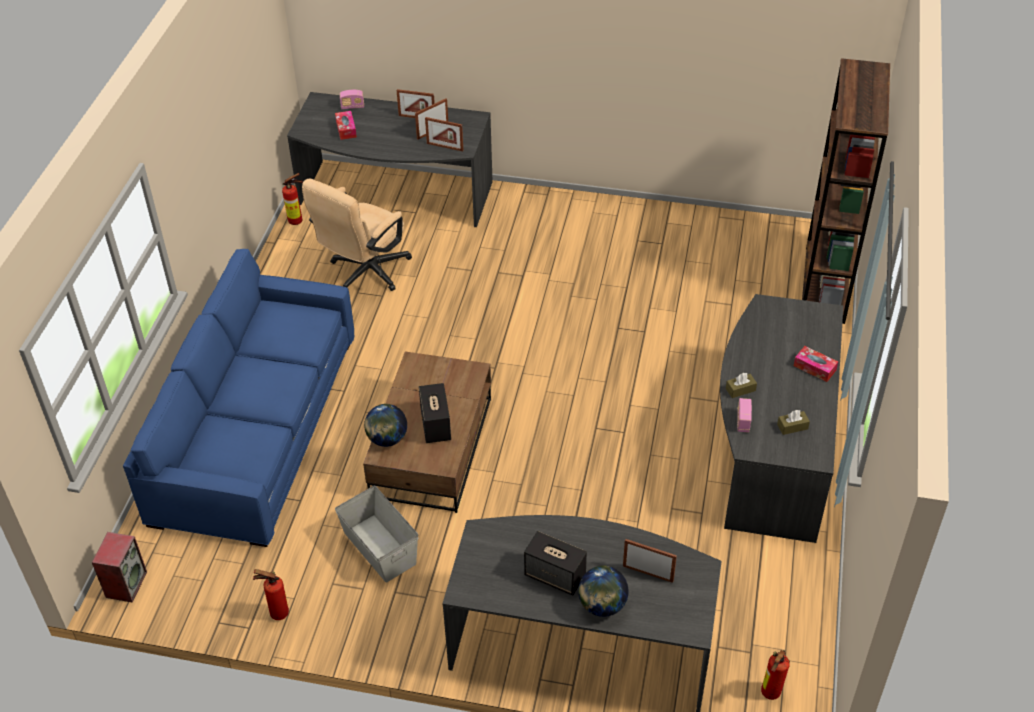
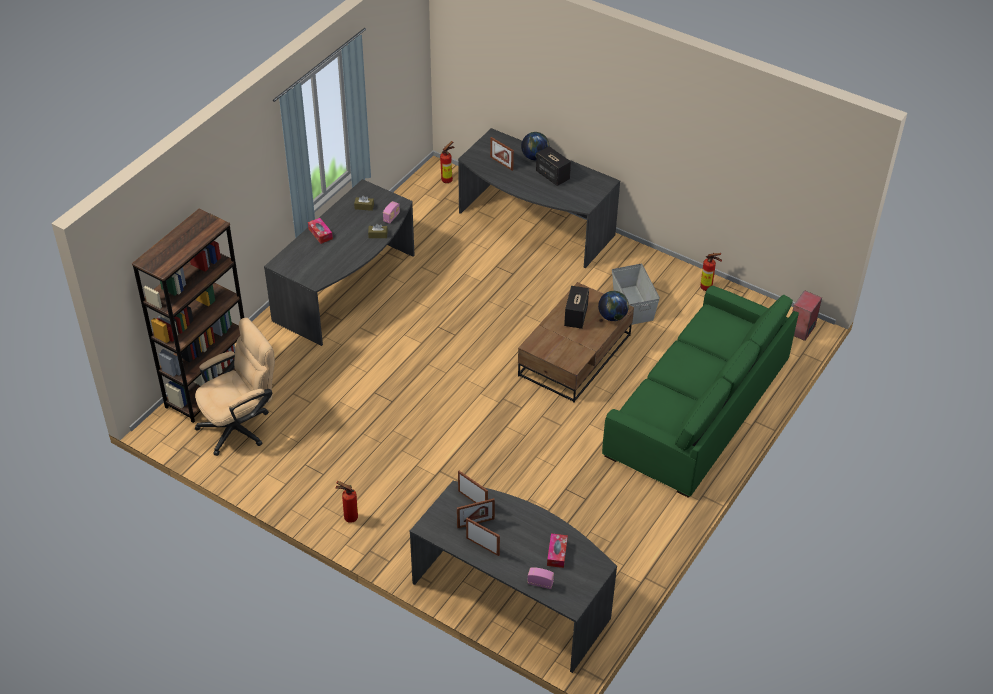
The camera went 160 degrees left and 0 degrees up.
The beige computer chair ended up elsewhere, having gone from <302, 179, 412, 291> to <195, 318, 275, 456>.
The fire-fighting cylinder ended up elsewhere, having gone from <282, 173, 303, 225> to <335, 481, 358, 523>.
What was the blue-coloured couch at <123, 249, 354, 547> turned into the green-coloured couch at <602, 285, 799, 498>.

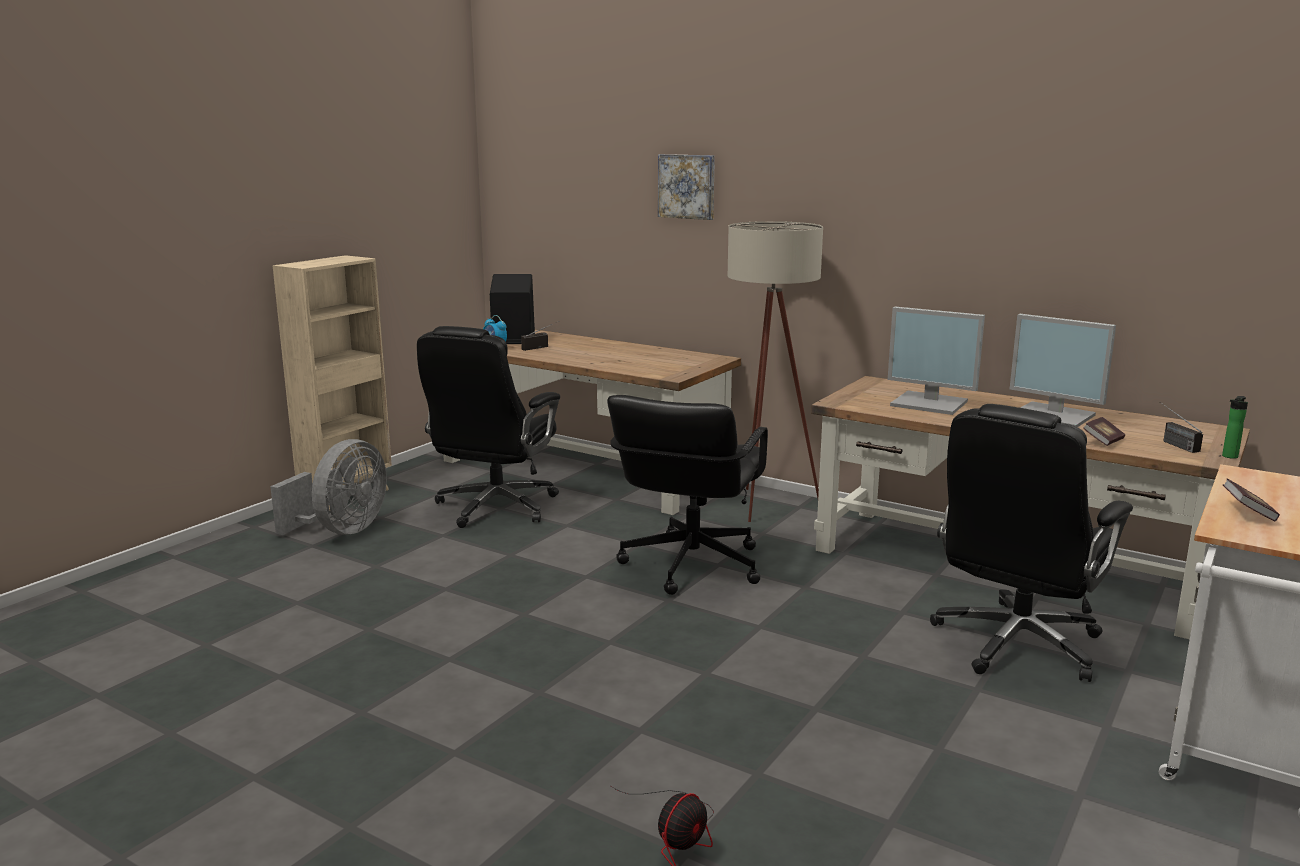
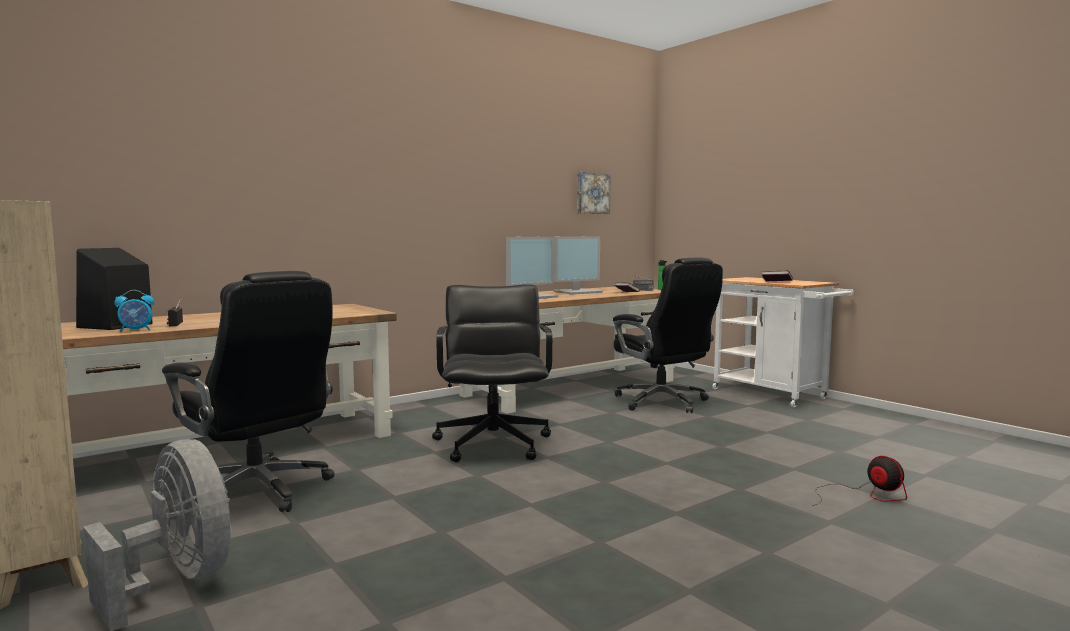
The camera went 70 degrees left and 10 degrees down.
The blackish computer chair at <607, 395, 768, 595> ended up facing another way, 135 degrees counterclockwise from before.
The picture ended up elsewhere, having gone from <658, 154, 715, 220> to <577, 172, 611, 214>.
The second view lost the beige standing lamp at <727, 221, 823, 522>.

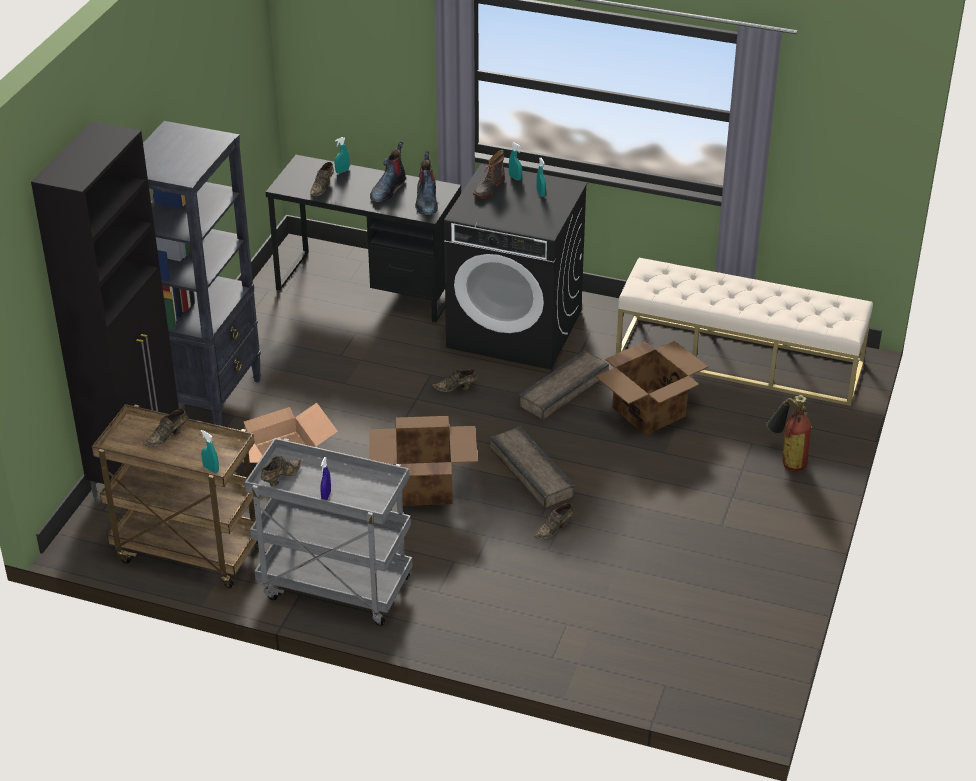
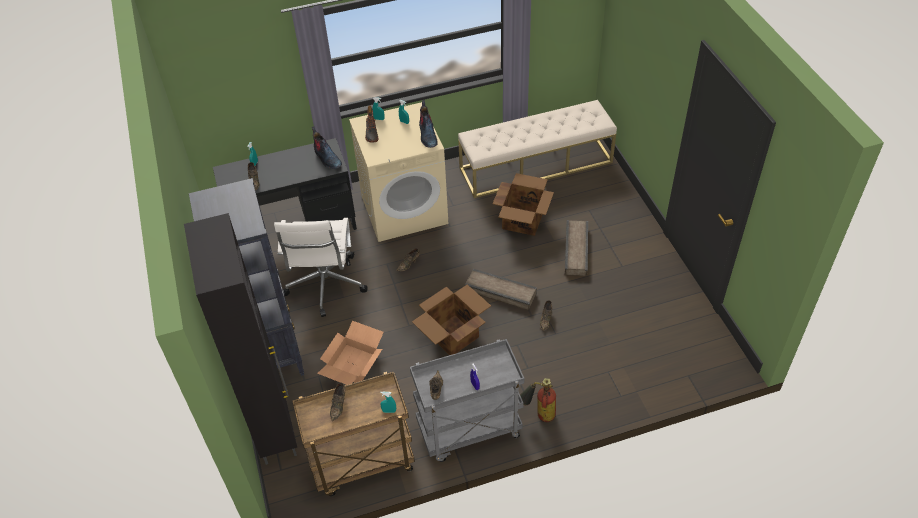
The camera went 35 degrees left and 10 degrees up.
The second view gained the white computer chair at <274, 218, 367, 317>.
What was the blackish laundry appliance at <444, 163, 587, 369> turned into the beige laundry appliance at <349, 102, 449, 242>.
The boot ended up elsewhere, having gone from <370, 141, 406, 202> to <419, 100, 438, 148>.
The fire-fighting cylinder ended up elsewhere, having gone from <766, 395, 811, 472> to <520, 378, 556, 422>.
The packing crate ended up elsewhere, having gone from <519, 350, 609, 421> to <565, 220, 588, 276>.

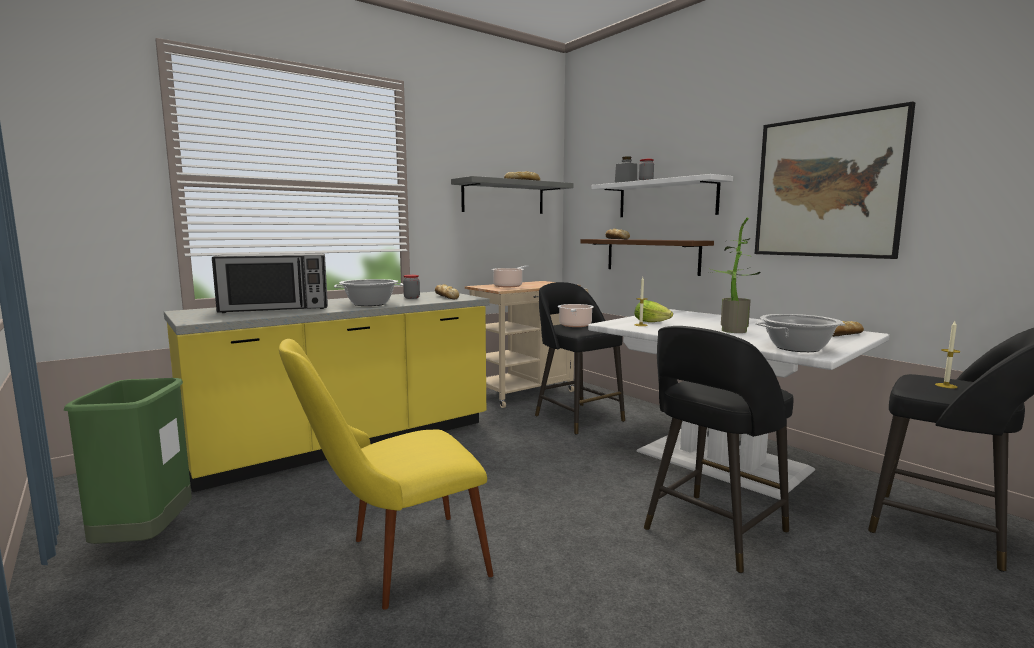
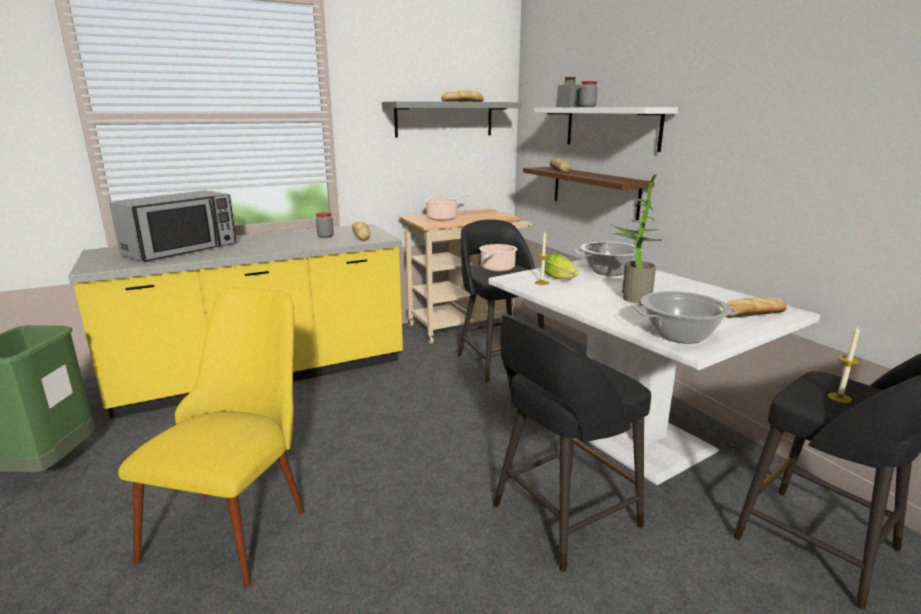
The camera went 10 degrees right and 10 degrees up.
The microwave at <212, 253, 328, 313> ended up facing another way, 45 degrees counterclockwise from before.
The yellowish chair at <279, 339, 493, 610> ended up facing another way, 120 degrees clockwise from before.
The saucepot ended up elsewhere, having gone from <334, 279, 403, 306> to <574, 242, 648, 276>.
The second view lost the picture at <755, 101, 915, 259>.

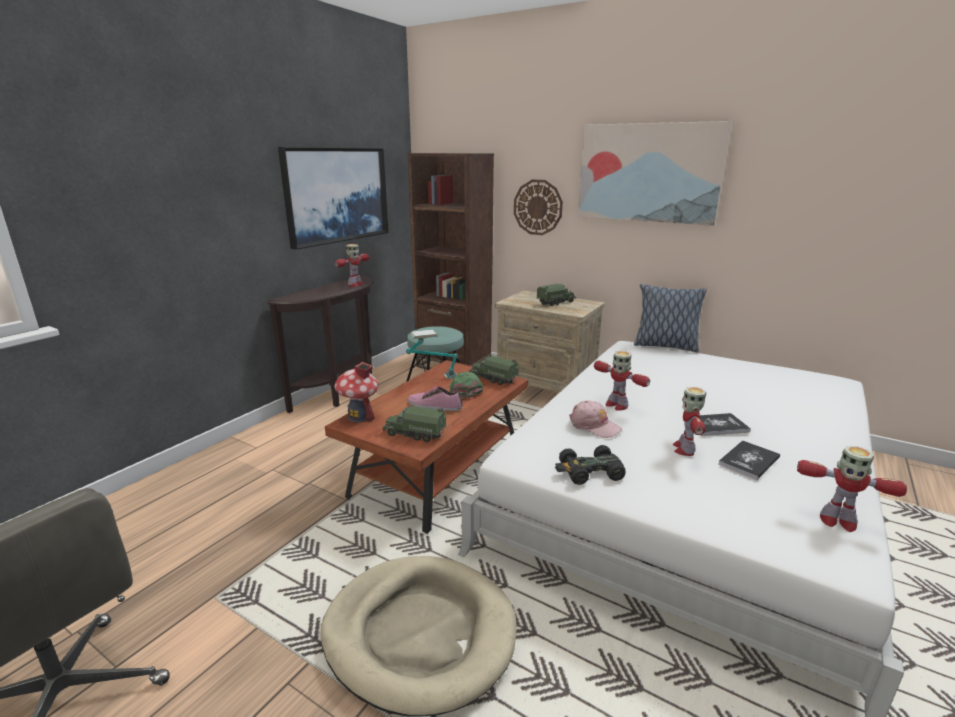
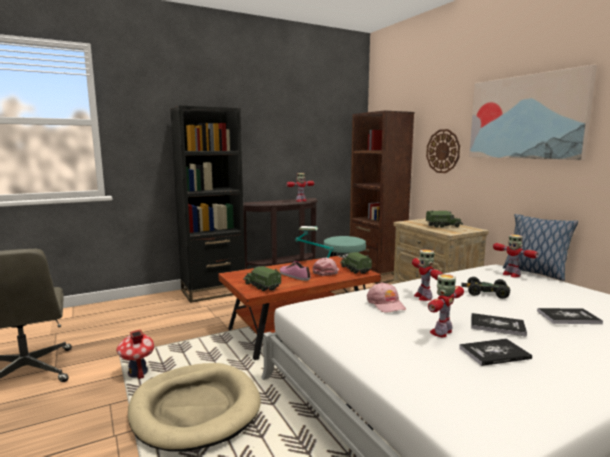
The camera went 30 degrees right and 10 degrees down.
The toy house ended up elsewhere, having gone from <334, 362, 379, 422> to <116, 329, 154, 379>.
The second view gained the blackish shelving unit at <170, 105, 245, 303>.
What was the green-coloured cap at <450, 372, 484, 398> turned into the pink cap at <312, 258, 339, 276>.
The blackish model car ended up elsewhere, having gone from <555, 445, 626, 485> to <461, 277, 510, 299>.
The model robot ended up elsewhere, having gone from <797, 446, 907, 532> to <493, 234, 538, 277>.
The second view gained the volume at <537, 308, 603, 324>.
The second view lost the picture at <278, 147, 388, 250>.

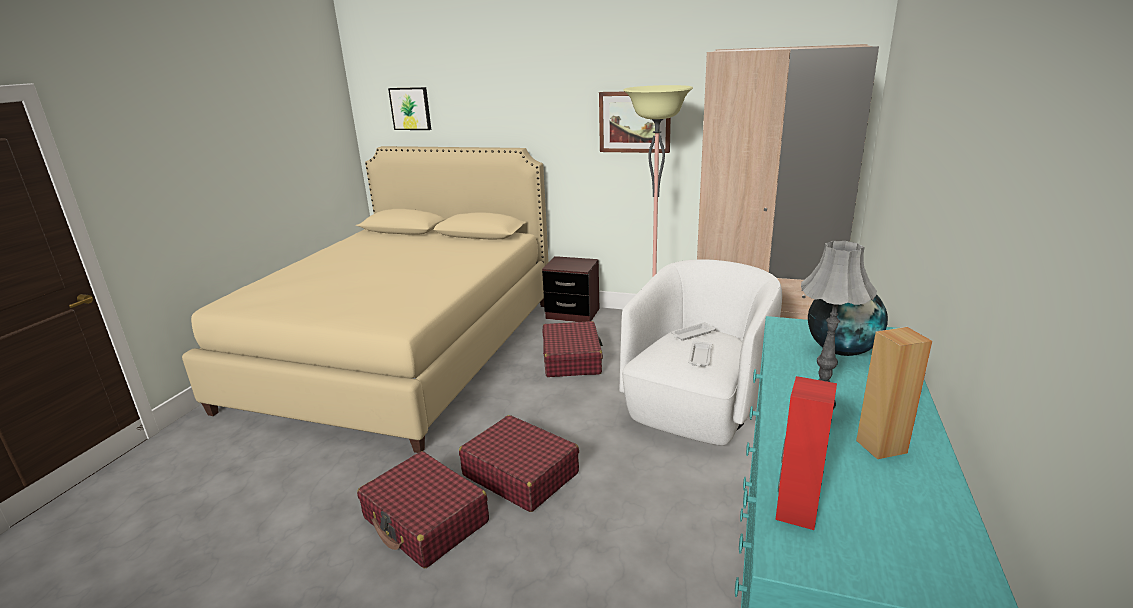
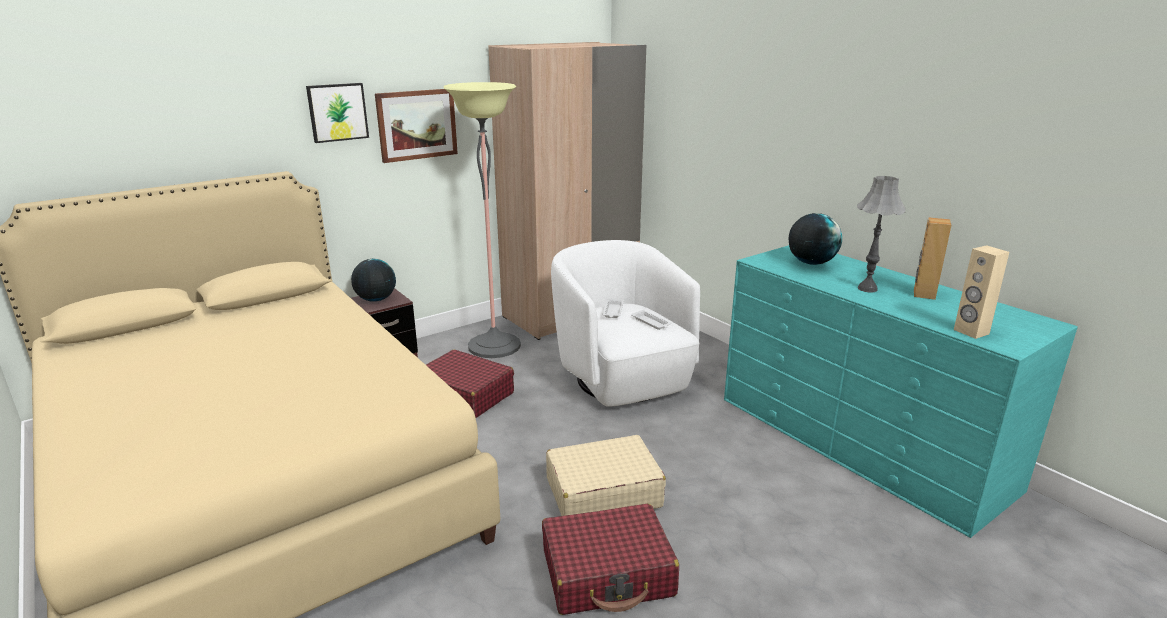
The camera went 55 degrees left and 0 degrees up.
The picture ended up elsewhere, having gone from <388, 87, 431, 130> to <306, 83, 369, 143>.
The second view gained the world globe at <351, 259, 396, 302>.
What was the reddish suitcase at <459, 415, 579, 512> turned into the beige suitcase at <546, 435, 666, 516>.
What was the reddish audio speaker at <775, 376, 837, 530> turned into the beige audio speaker at <954, 245, 1009, 339>.

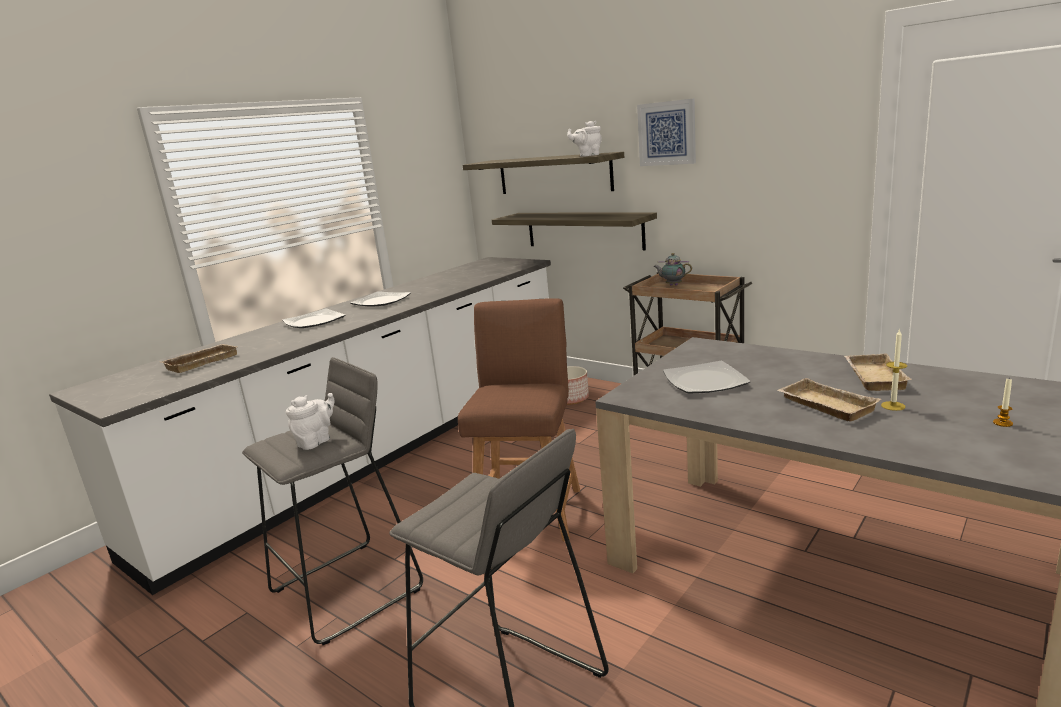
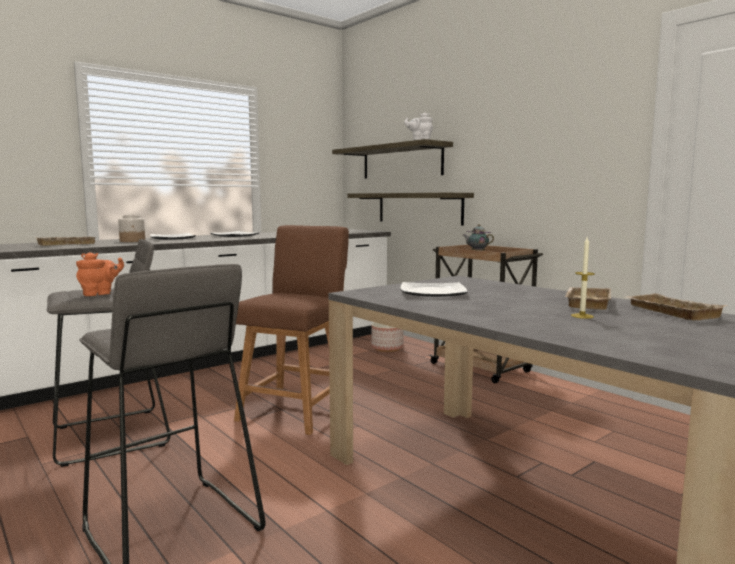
The camera went 10 degrees right and 10 degrees down.
What was the white teapot at <286, 393, 335, 450> turned into the orangey teapot at <76, 252, 124, 296>.
The second view gained the preserve jar at <118, 215, 145, 242>.
The beige tray ended up elsewhere, having gone from <777, 378, 881, 422> to <626, 293, 728, 320>.
The second view lost the picture at <637, 98, 696, 166>.
The second view lost the candle at <993, 379, 1013, 427>.

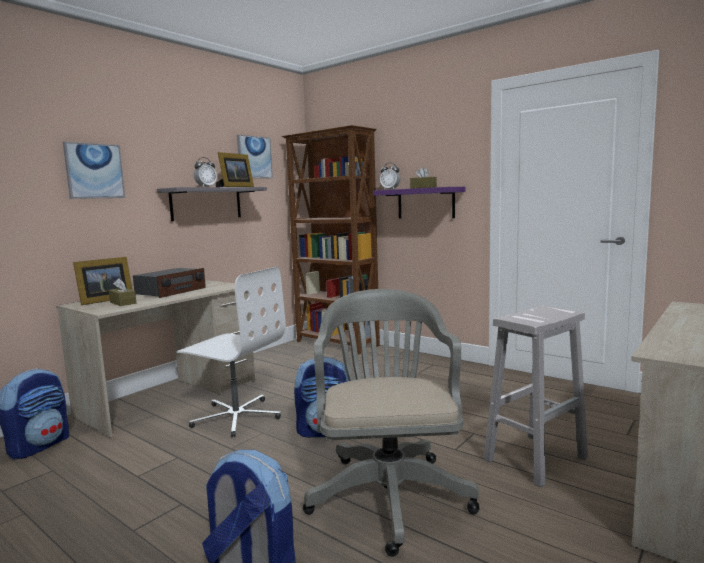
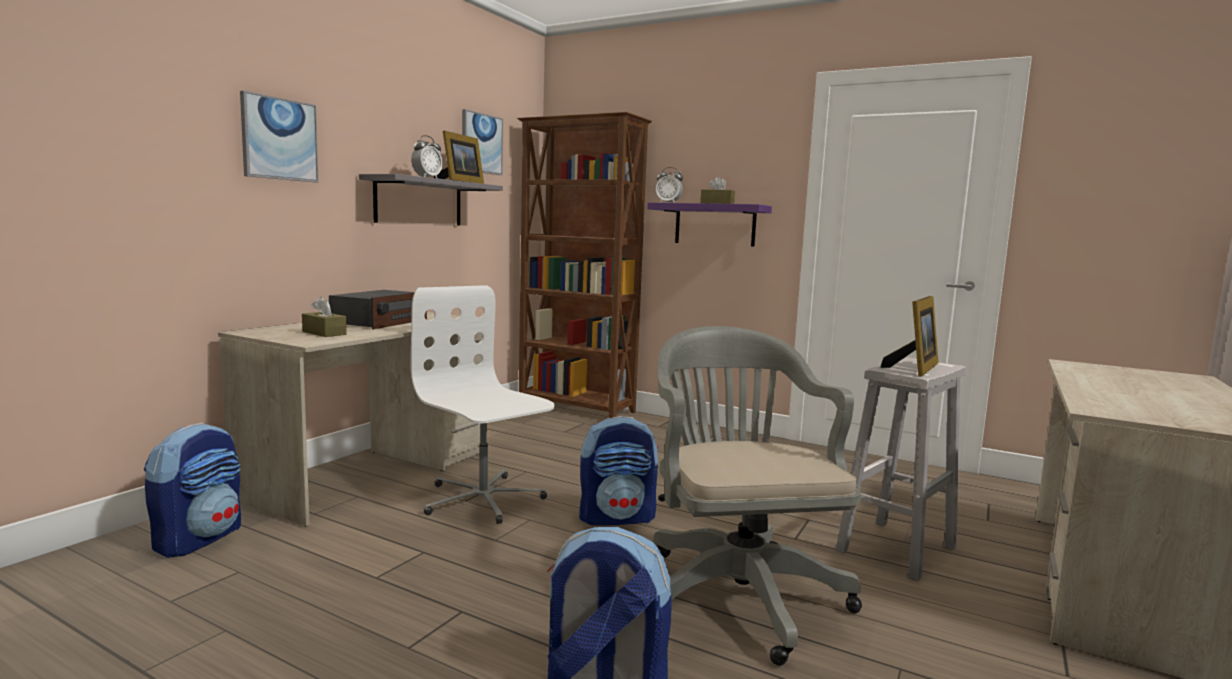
The camera went 10 degrees left and 0 degrees up.
The white computer chair at <176, 267, 286, 437> ended up facing another way, 150 degrees counterclockwise from before.
The standing frame ended up elsewhere, having gone from <73, 257, 132, 305> to <881, 296, 939, 376>.

